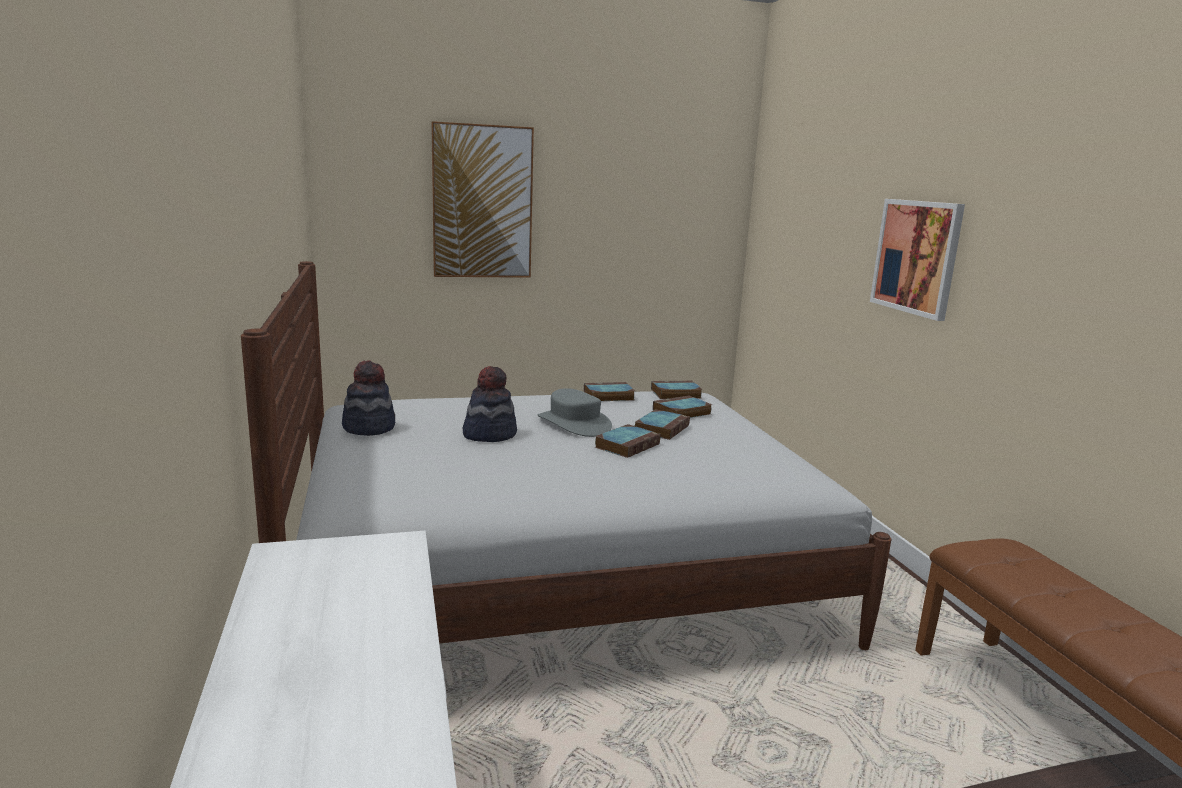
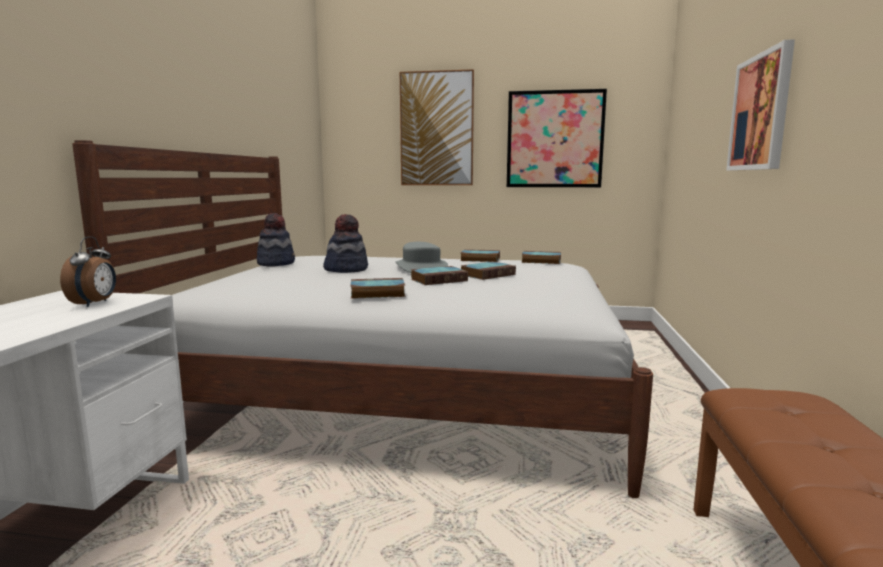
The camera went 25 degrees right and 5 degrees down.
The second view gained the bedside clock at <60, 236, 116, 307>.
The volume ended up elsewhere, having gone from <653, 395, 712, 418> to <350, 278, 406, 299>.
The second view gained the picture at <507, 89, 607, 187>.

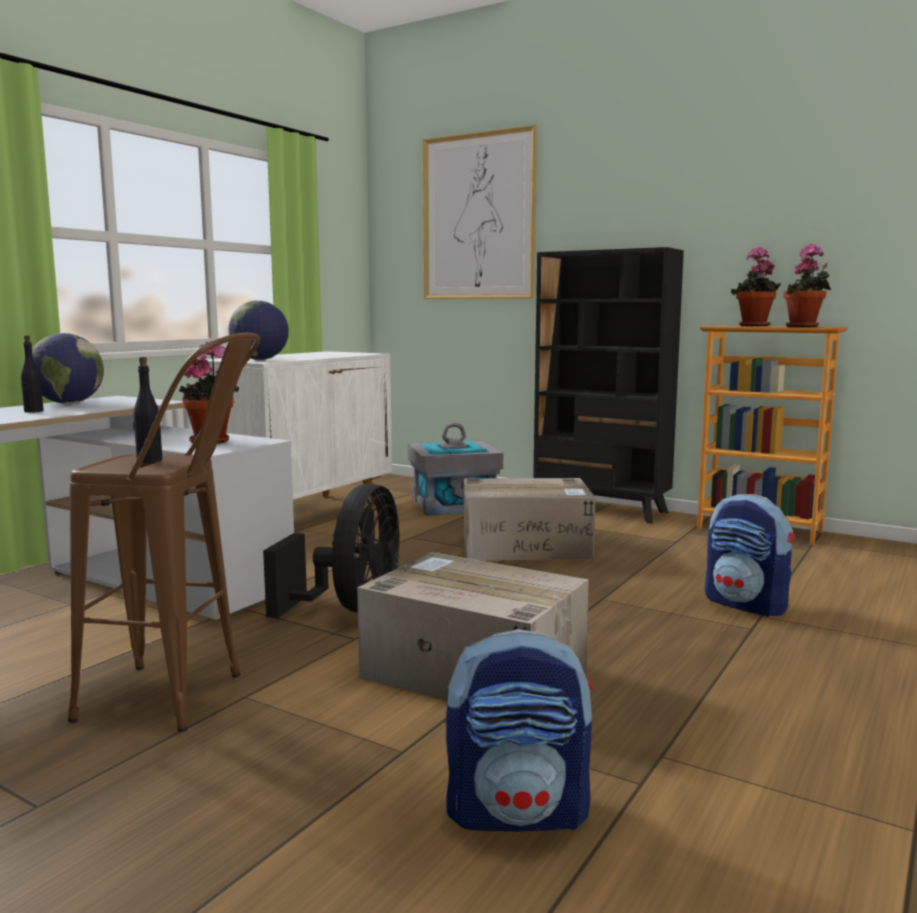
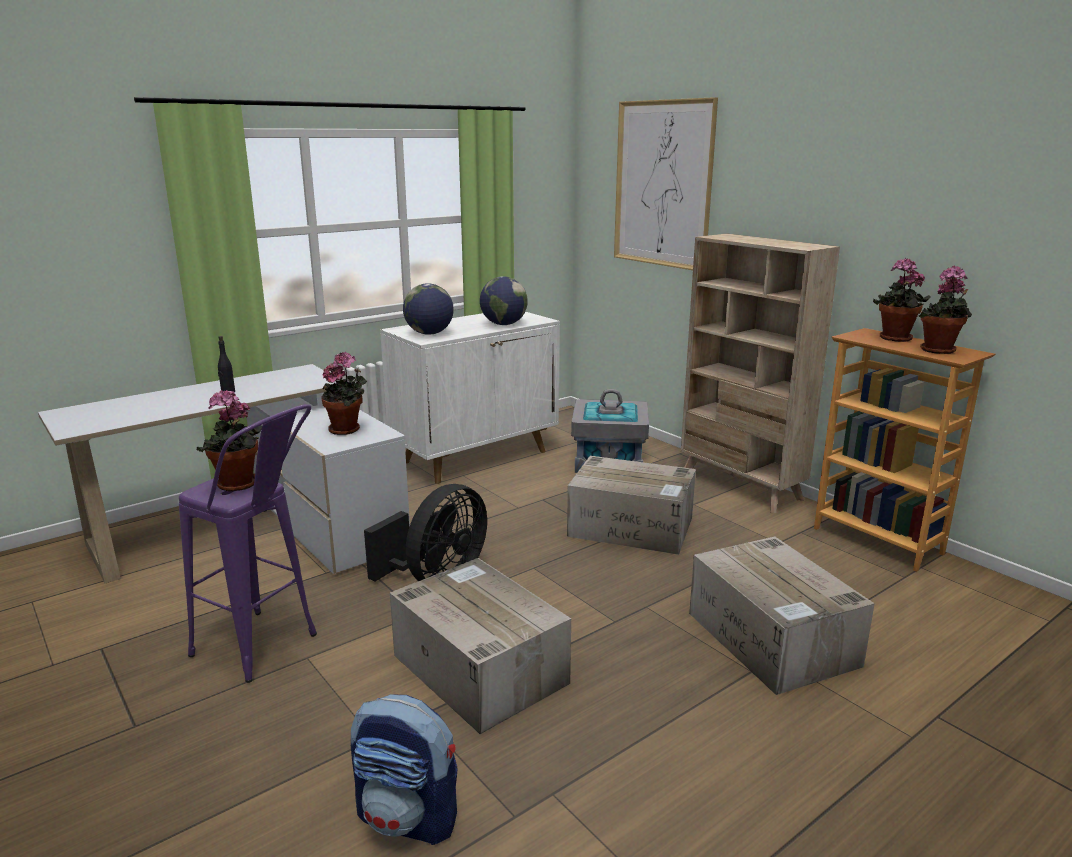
The camera went 20 degrees right and 10 degrees up.
What was the brownish stool at <68, 333, 260, 732> turned into the purple-coloured stool at <179, 404, 317, 683>.
Where the blackish drink bottle stood at <133, 357, 162, 463>, the potted plant came to stand at <197, 390, 262, 492>.
The world globe ended up elsewhere, having gone from <32, 333, 104, 404> to <480, 276, 528, 325>.
What was the blackish shelving unit at <533, 247, 684, 523> turned into the beige shelving unit at <681, 234, 840, 513>.
Where the rucksack stood at <705, 494, 795, 617>, the cardboard box came to stand at <689, 537, 875, 695>.

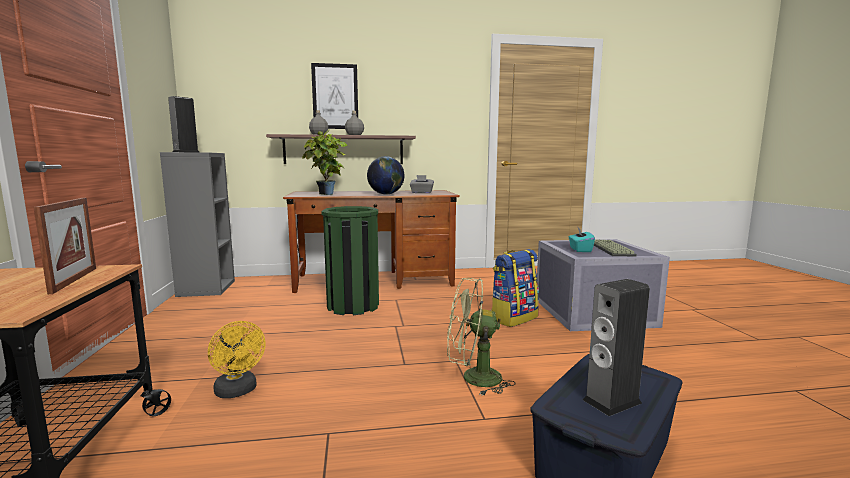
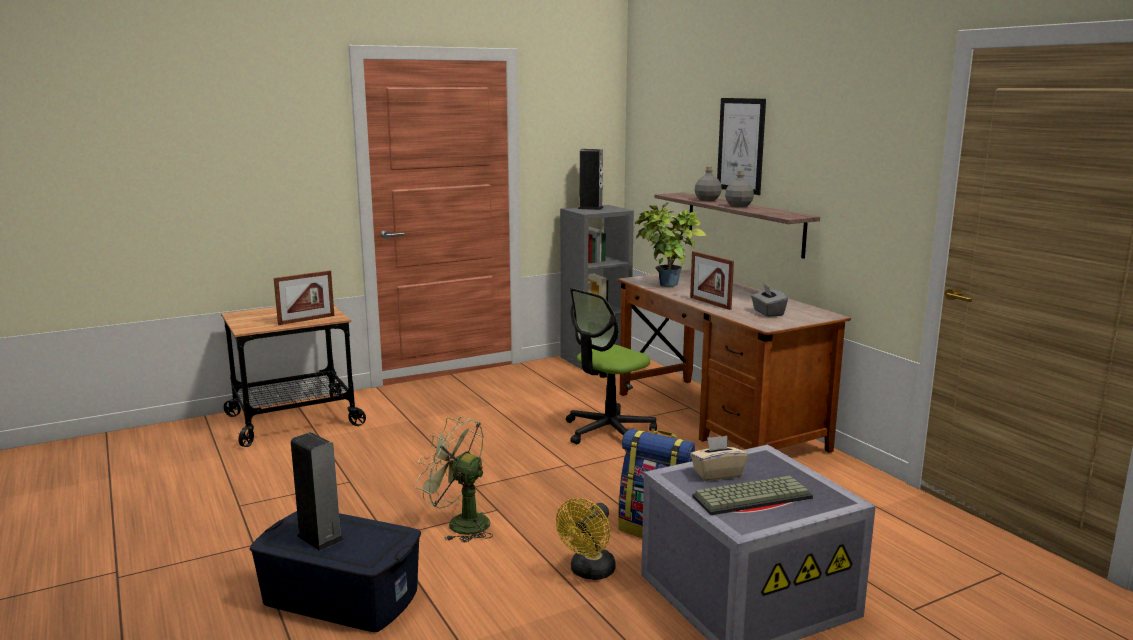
The camera went 70 degrees right and 5 degrees up.
The green-coloured fan at <447, 278, 515, 395> ended up facing another way, 45 degrees counterclockwise from before.
The yellowish fan ended up elsewhere, having gone from <208, 321, 266, 398> to <556, 498, 616, 580>.
Where the green-coloured trash can stood at <322, 206, 379, 315>, the computer chair came to stand at <566, 288, 657, 445>.
Where the world globe stood at <367, 156, 404, 195>, the standing frame came to stand at <690, 251, 734, 310>.
What was the blue-green tissue holder at <568, 227, 595, 252> turned into the beige tissue holder at <690, 436, 748, 481>.

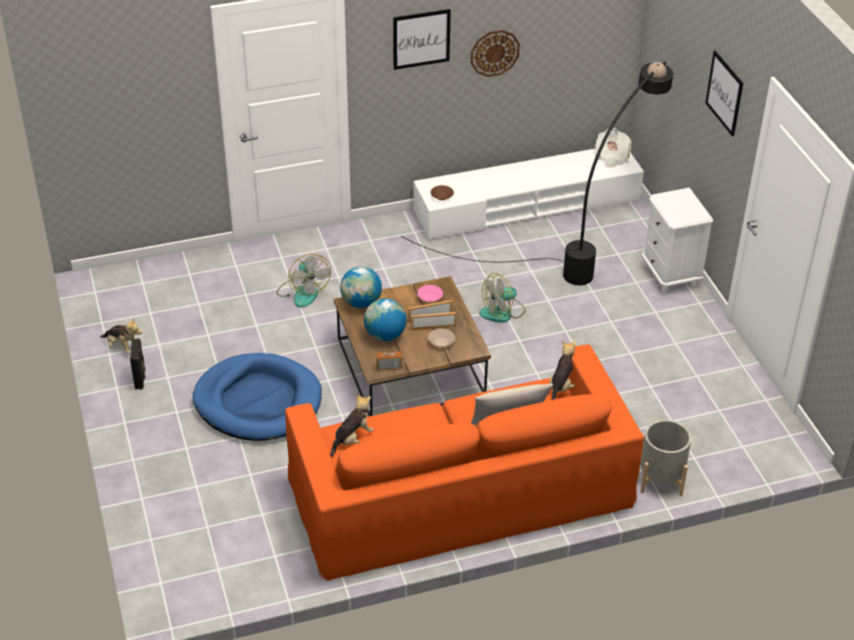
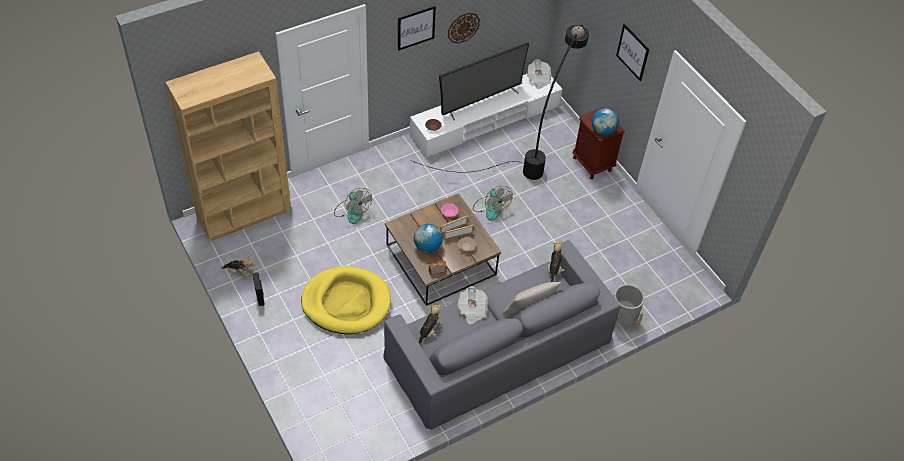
The camera went 15 degrees left and 10 degrees up.
The second view gained the brownish shelving unit at <166, 51, 292, 242>.
What was the blue-coloured dog cushion at <193, 353, 322, 441> turned into the yellowish dog cushion at <301, 266, 391, 334>.
What was the orangey couch at <285, 344, 644, 581> turned into the grey couch at <384, 240, 621, 430>.
The second view gained the television at <439, 42, 529, 120>.
The second view gained the daily paper at <457, 286, 488, 324>.
The fan at <479, 273, 526, 323> ended up facing another way, 75 degrees counterclockwise from before.
What was the white night table at <642, 188, 713, 295> turned into the brownish night table at <573, 107, 625, 179>.
The world globe ended up elsewhere, having gone from <340, 266, 382, 308> to <592, 108, 619, 135>.

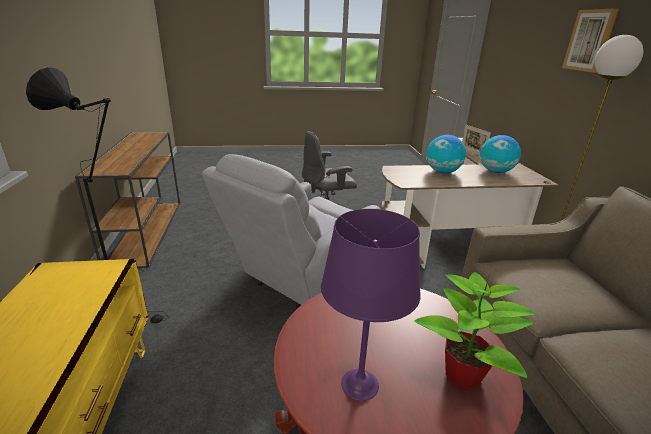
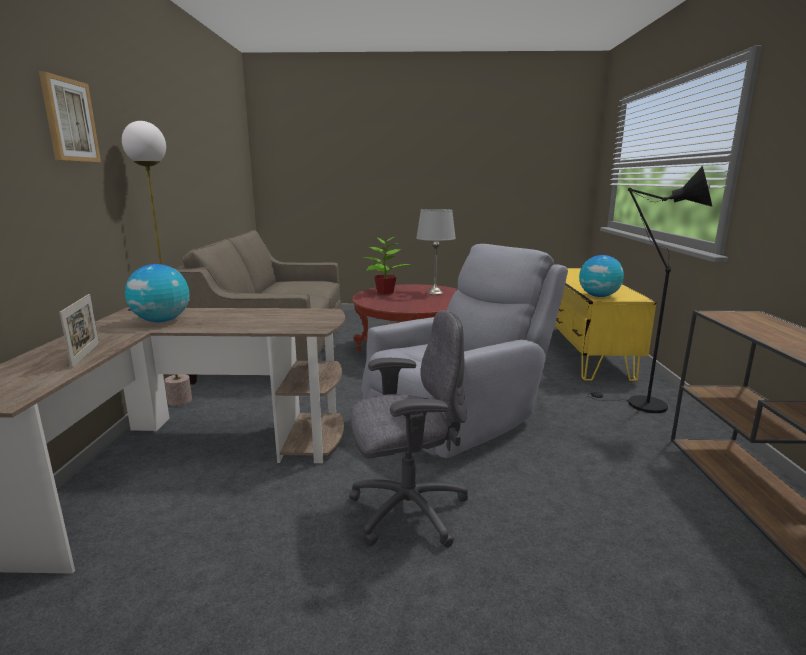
The camera went 170 degrees left and 10 degrees down.
What was the purple-coloured table lamp at <321, 209, 421, 401> turned into the grey table lamp at <416, 209, 456, 295>.
The world globe ended up elsewhere, having gone from <426, 135, 466, 173> to <579, 255, 624, 297>.

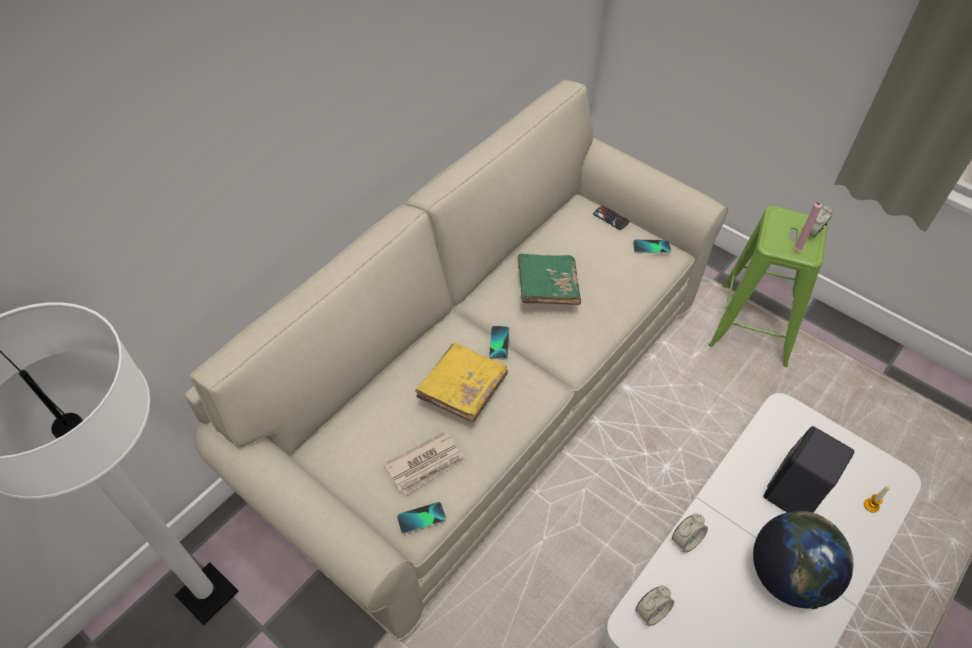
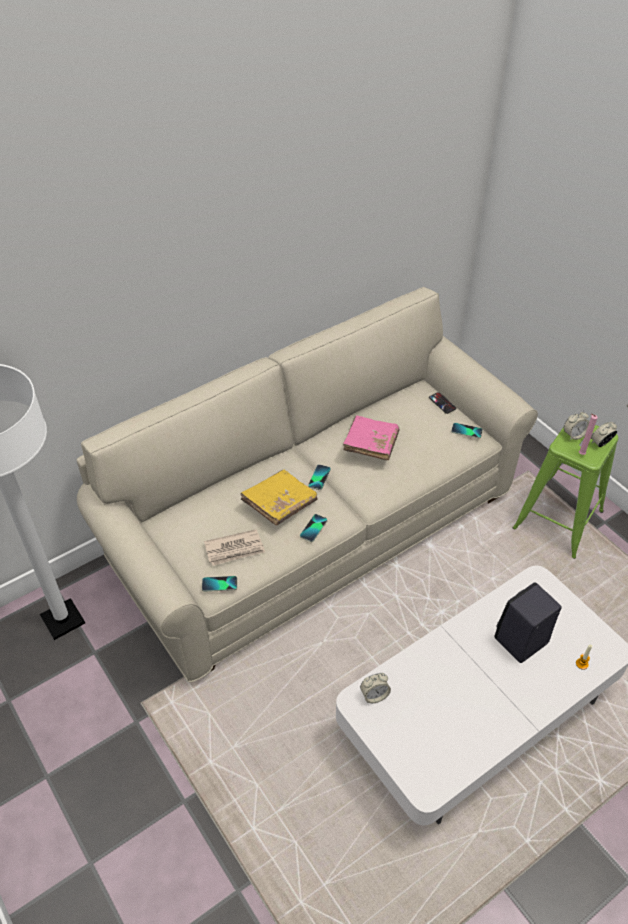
The camera went 15 degrees right and 5 degrees down.
The second view gained the phone at <300, 514, 327, 542>.
What was the green-coloured volume at <517, 254, 581, 305> turned into the pink volume at <343, 415, 400, 460>.
The bedside clock ended up elsewhere, having gone from <672, 513, 708, 552> to <564, 410, 589, 440>.
The second view lost the world globe at <753, 511, 853, 609>.

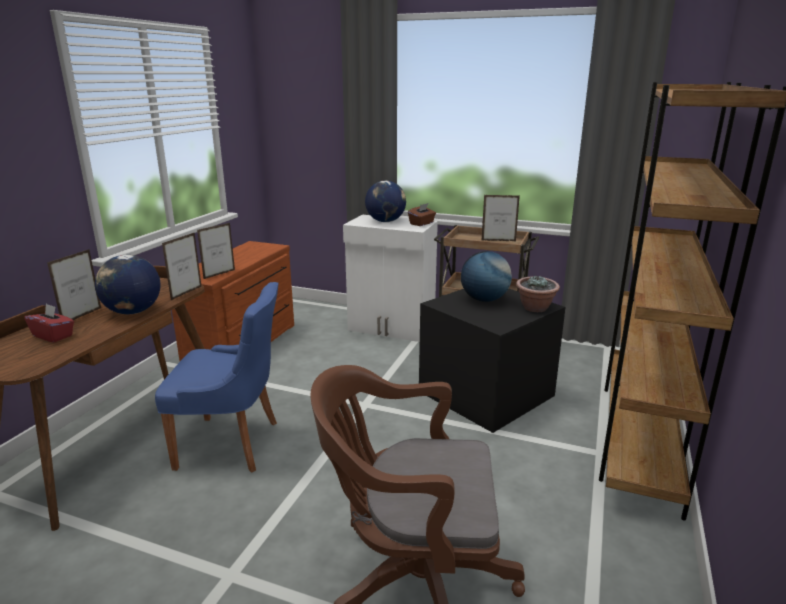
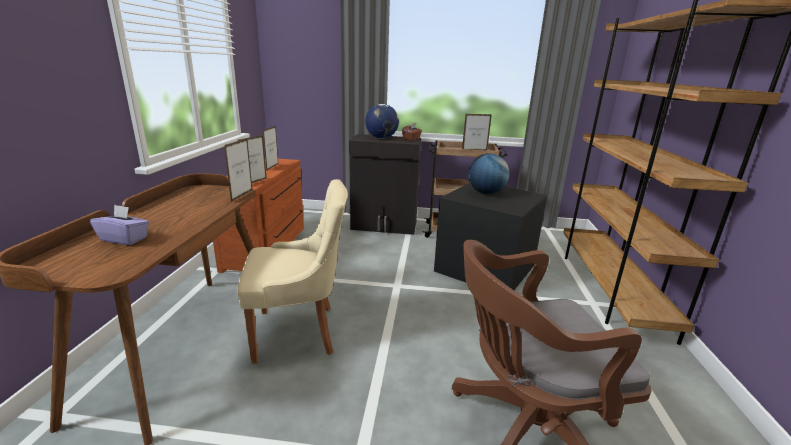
The camera went 15 degrees left and 0 degrees up.
What was the reddish tissue holder at <24, 304, 74, 343> turned into the purple-coloured tissue holder at <90, 205, 149, 245>.
What was the blue-coloured chair at <155, 282, 278, 472> turned into the beige chair at <238, 179, 348, 364>.
The standing frame ended up elsewhere, having gone from <47, 249, 101, 320> to <263, 126, 278, 171>.
What was the white cupboard at <343, 215, 438, 342> turned into the blackish cupboard at <349, 134, 421, 235>.
The second view lost the world globe at <95, 255, 160, 314>.
The second view lost the potted plant at <516, 275, 560, 312>.

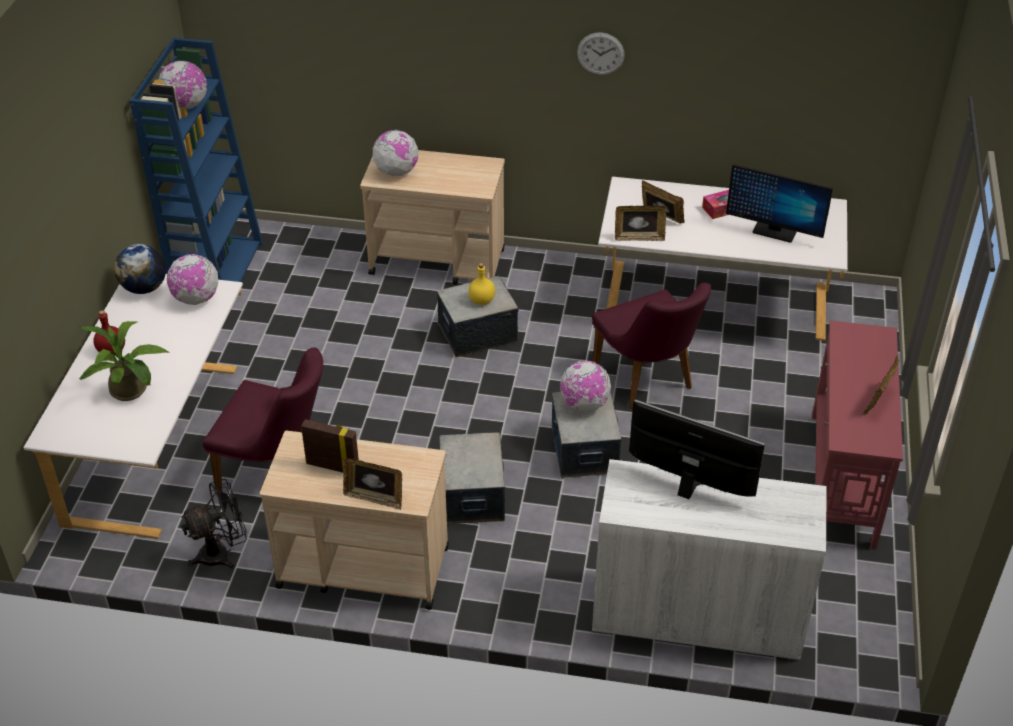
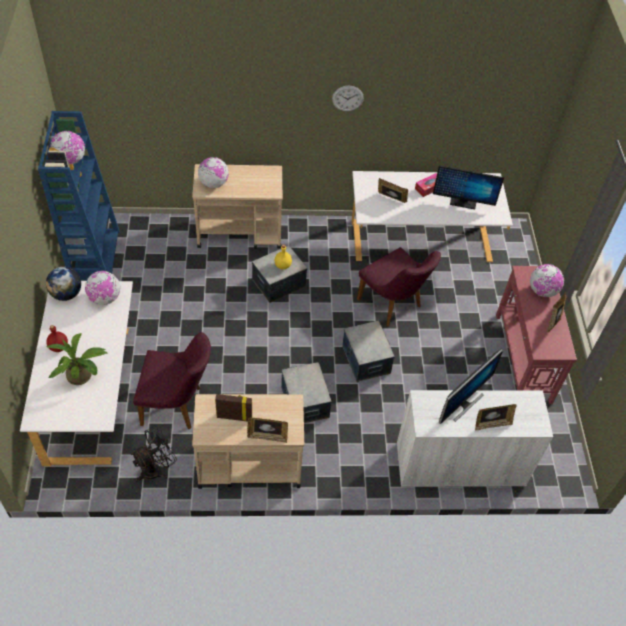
The camera went 15 degrees left and 10 degrees up.
The computer display at <629, 399, 765, 499> ended up facing another way, 120 degrees clockwise from before.
The standing frame ended up elsewhere, having gone from <615, 206, 667, 241> to <475, 404, 517, 431>.
The world globe ended up elsewhere, having gone from <560, 361, 611, 411> to <530, 264, 564, 297>.

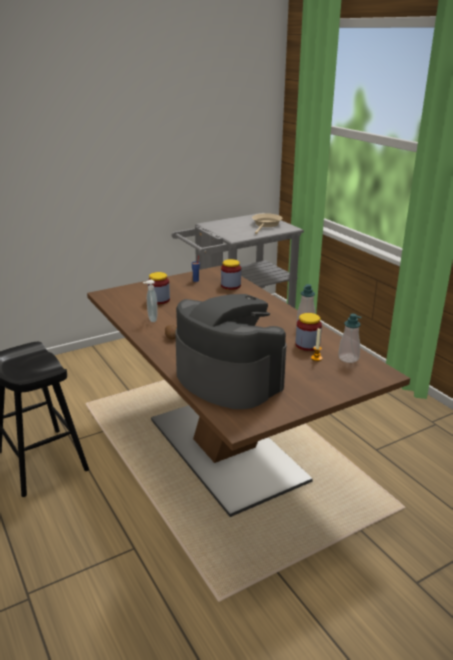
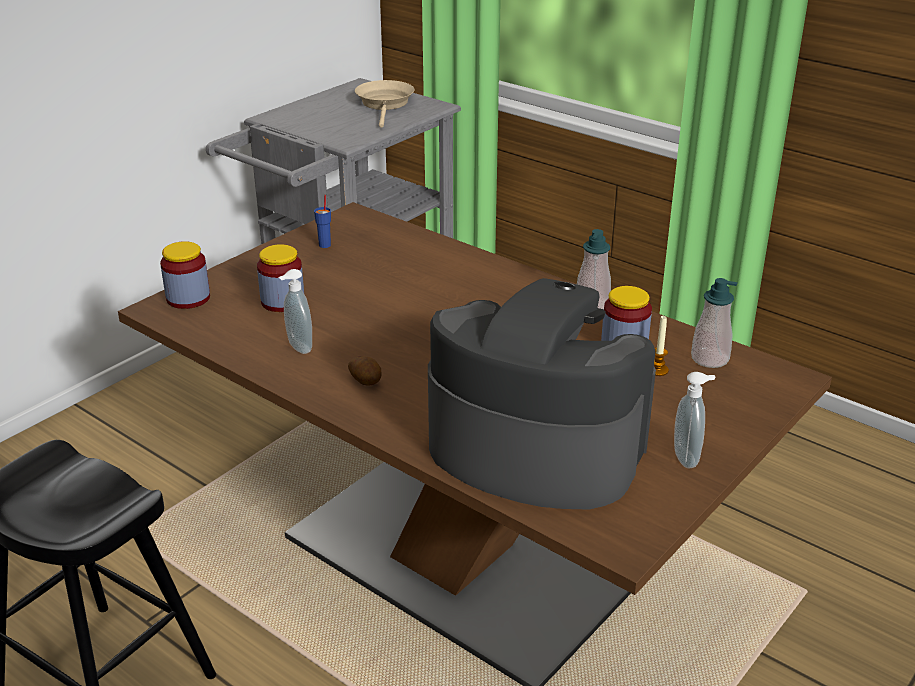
The camera went 20 degrees left and 5 degrees up.
The preserve jar ended up elsewhere, having gone from <221, 259, 241, 290> to <160, 241, 210, 309>.
The second view gained the soap dispenser at <674, 372, 716, 468>.

